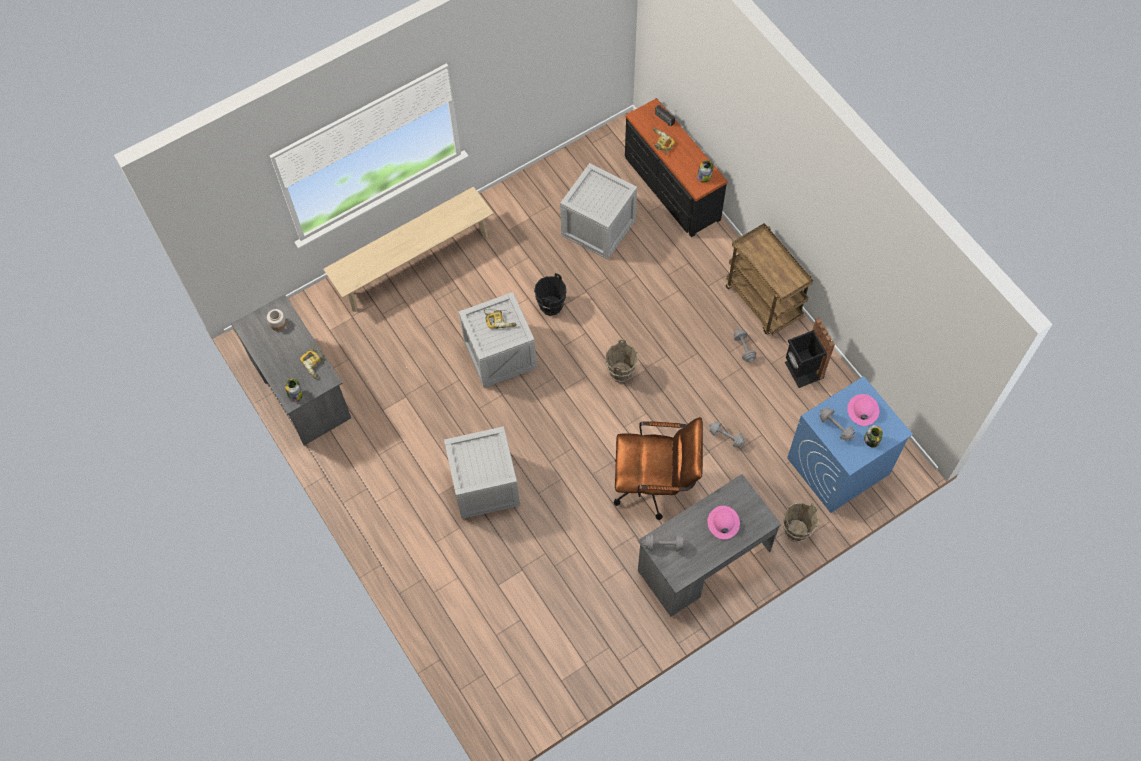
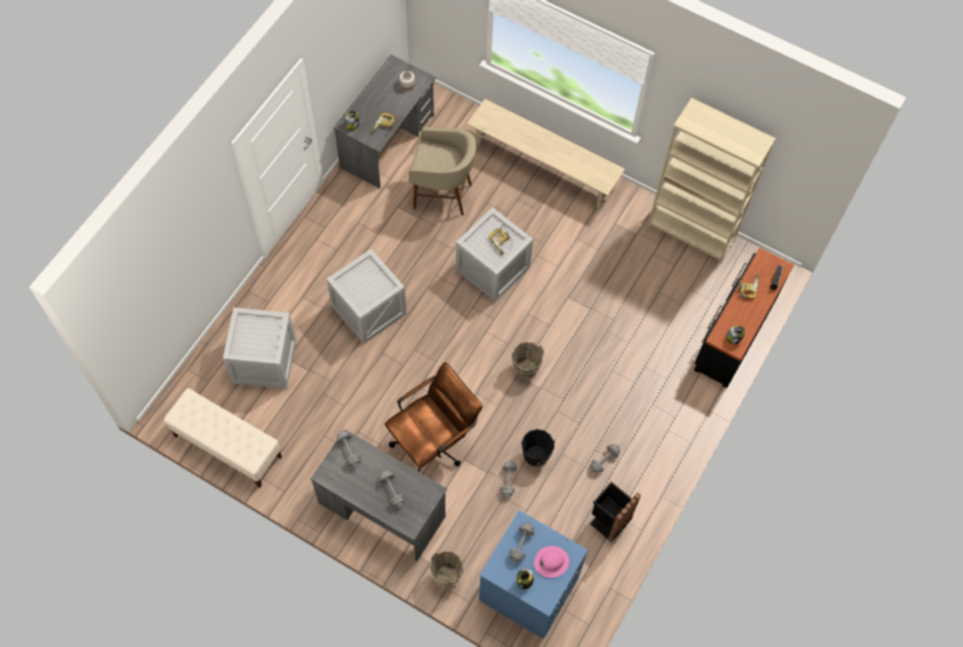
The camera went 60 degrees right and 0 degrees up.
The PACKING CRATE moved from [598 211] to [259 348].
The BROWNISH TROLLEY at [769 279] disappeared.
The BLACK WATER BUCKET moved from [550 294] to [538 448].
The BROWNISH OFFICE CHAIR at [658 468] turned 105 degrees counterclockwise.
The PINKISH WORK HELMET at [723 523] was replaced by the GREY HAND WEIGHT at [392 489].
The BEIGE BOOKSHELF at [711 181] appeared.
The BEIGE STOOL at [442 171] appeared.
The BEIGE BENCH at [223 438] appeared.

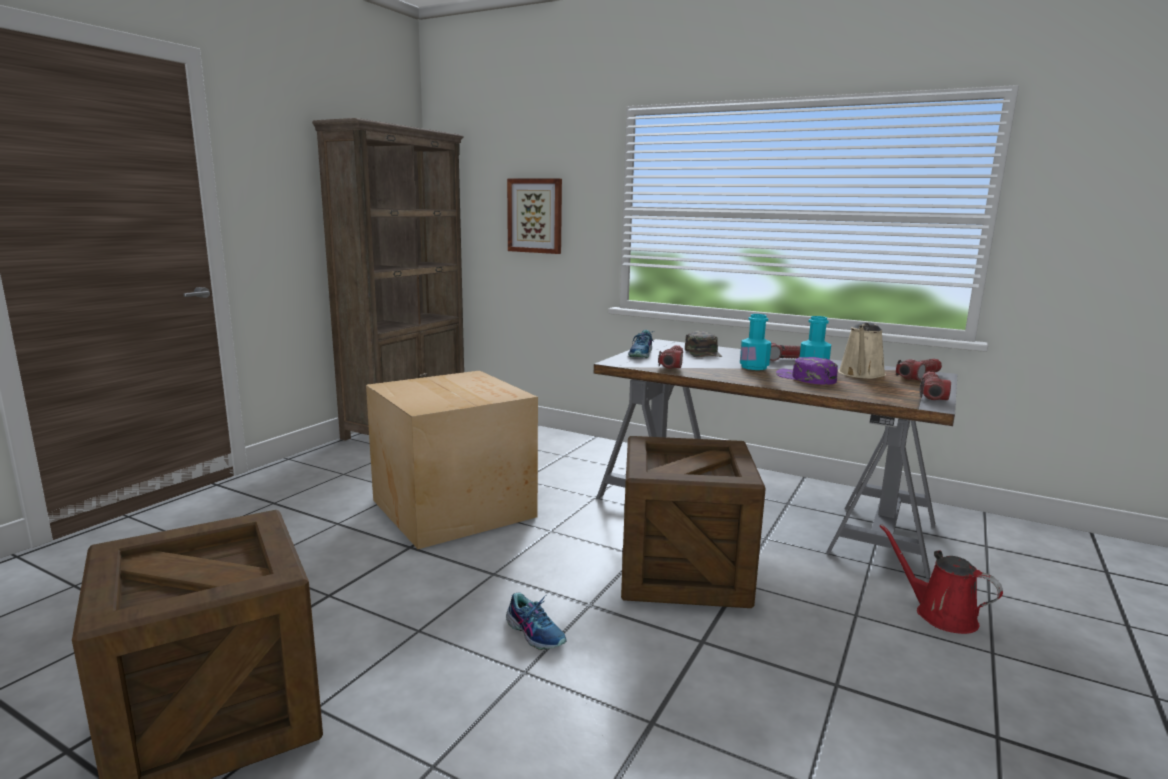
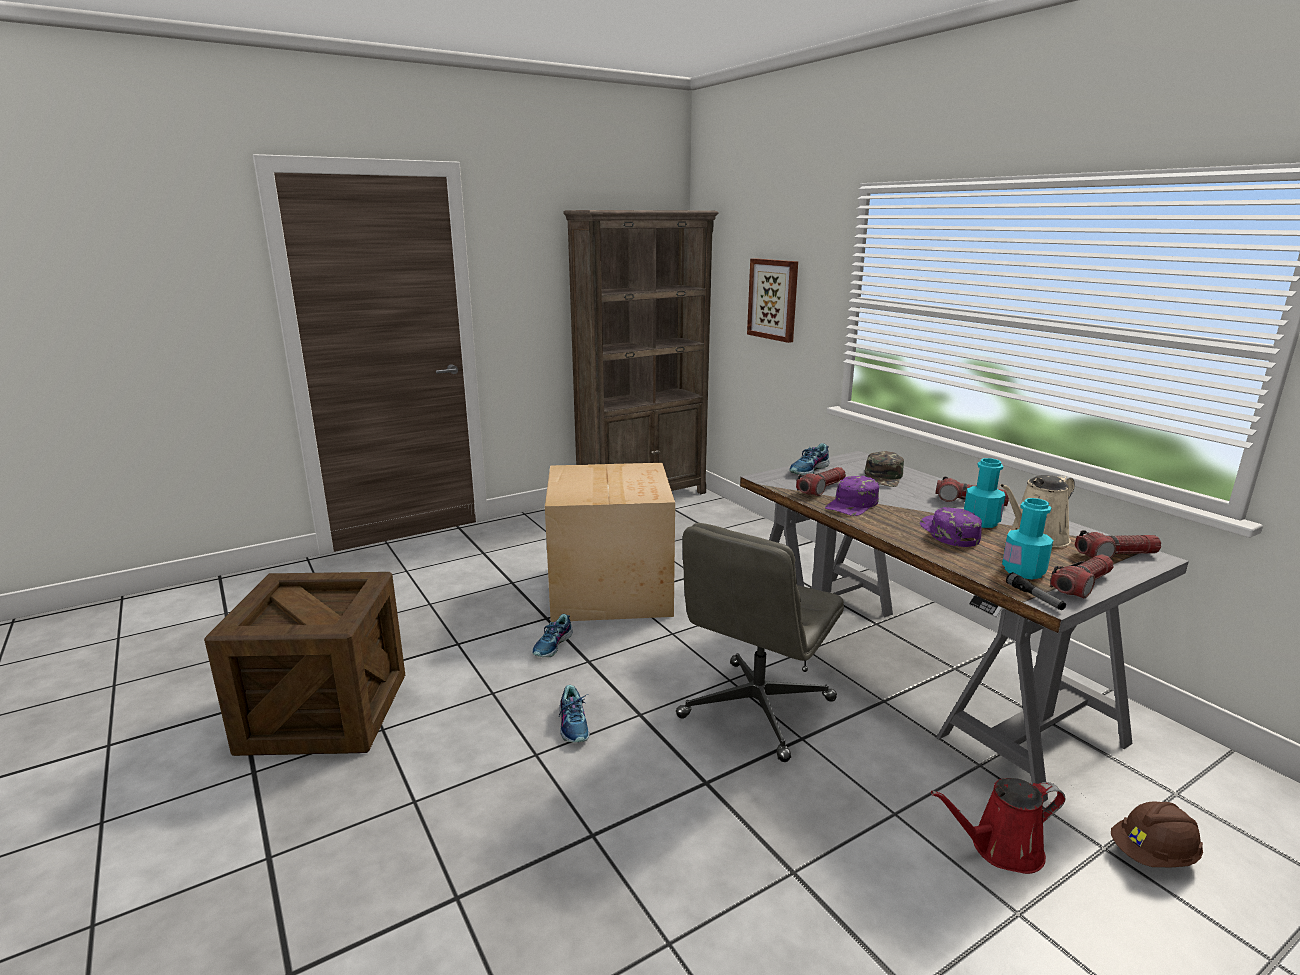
The camera went 30 degrees right and 5 degrees up.
The TURQUOISE-COLOURED BEVERAGE BOTTLE moved from [755 342] to [1027 538].
The PACKING CRATE at [693 522] was replaced by the GREY OFFICE CHAIR at [760 642].
The RED-COLOURED WATERING CAN at [941 579] turned 90 degrees counterclockwise.
The PURPLE-COLOURED BASEBALL CAP at [852 496] appeared.
The FLASHLIGHT at [1036 591] appeared.
The LOW SHOE at [552 635] appeared.
The BROWNISH WORK HELMET at [1157 834] appeared.

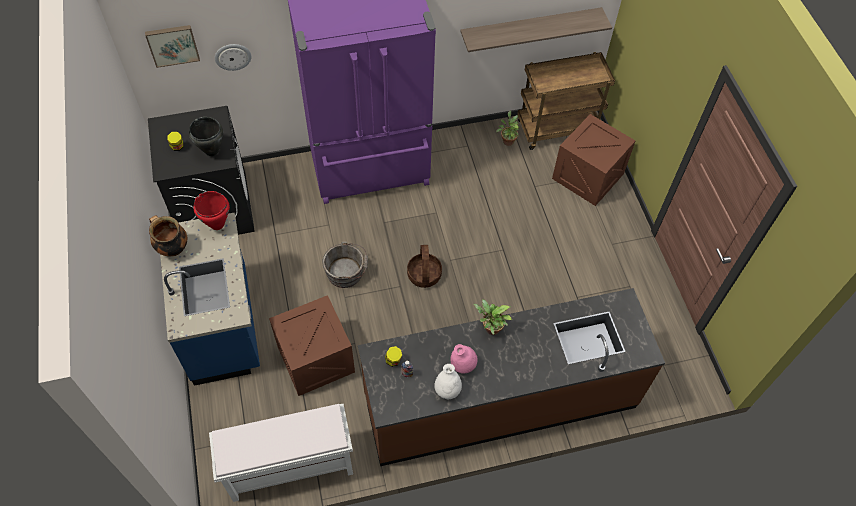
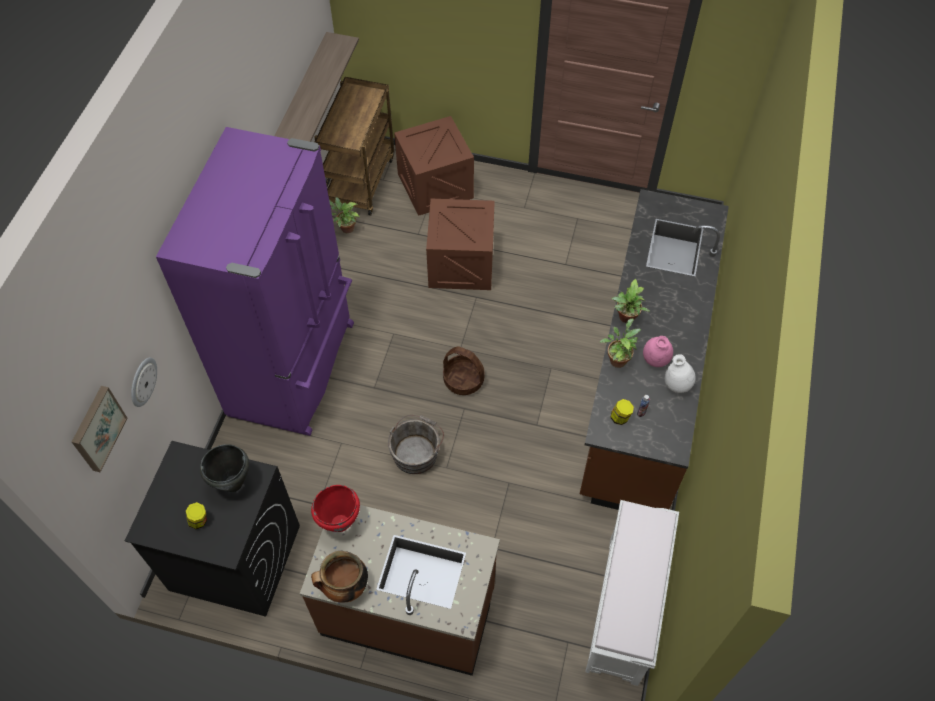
The camera went 60 degrees left and 0 degrees up.
The BLUISH COUNTER at [210 299] became the BROWNISH COUNTER at [400 590].
The PACKING CRATE moved from [312 345] to [460 244].
The HOUSEPLANT at [620 343] appeared.

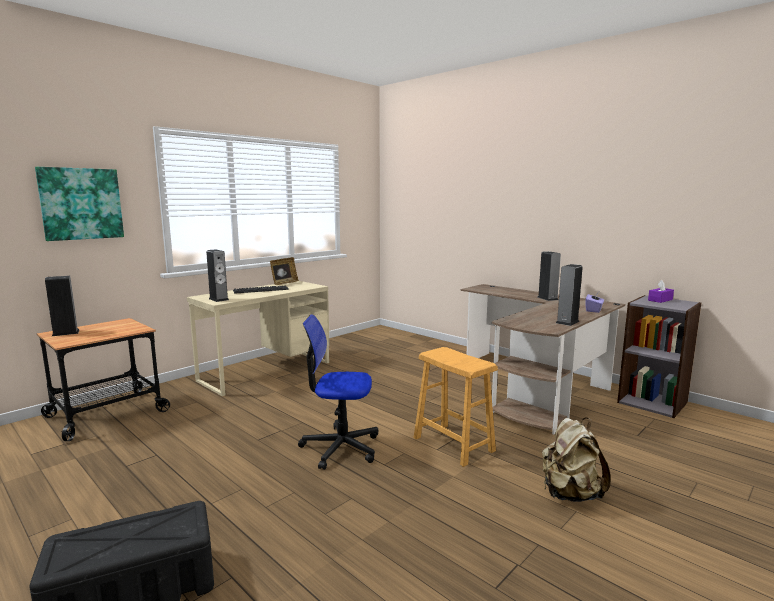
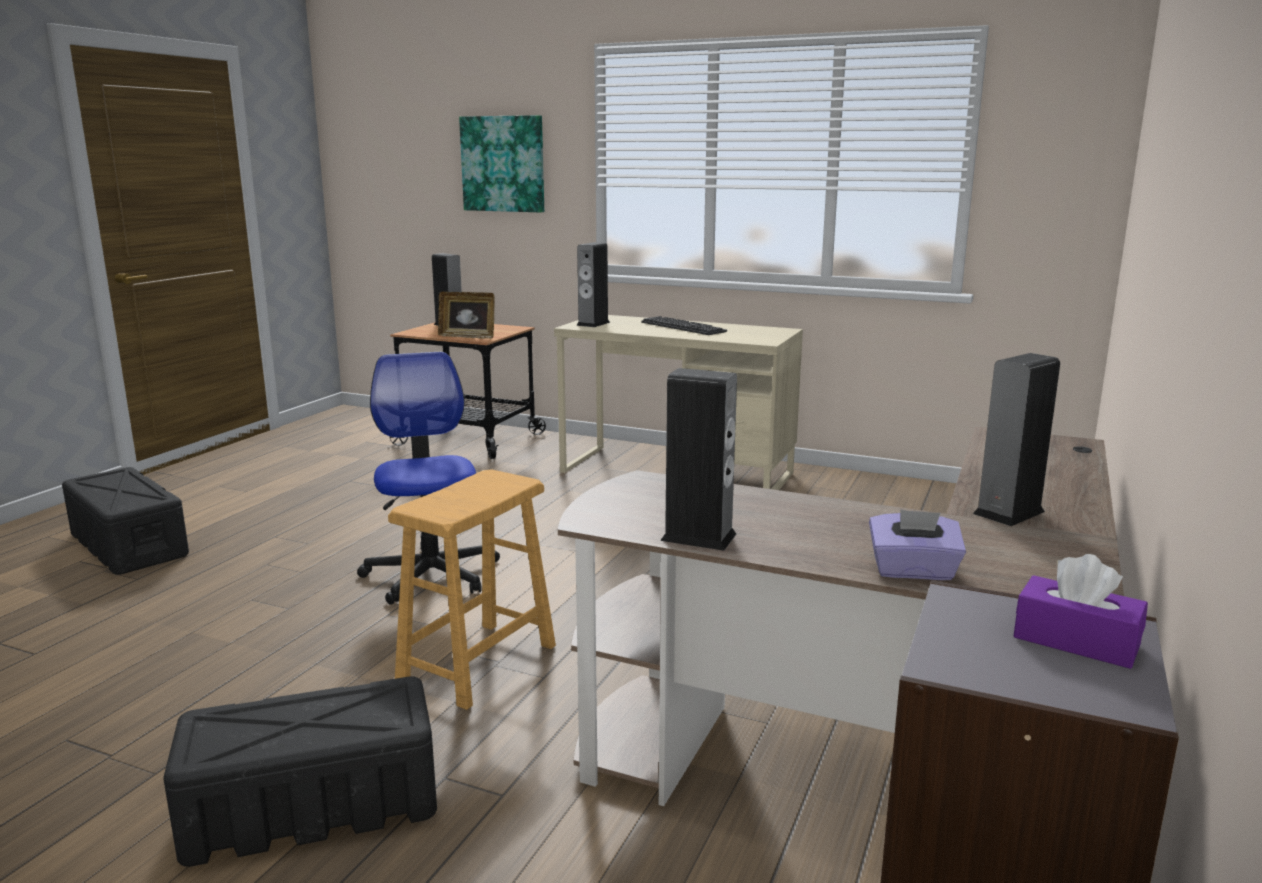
The camera went 70 degrees right and 5 degrees up.
The STANDING FRAME moved from [284 271] to [466 315].
The BEIGE BACKPACK at [576 459] was replaced by the BLACK STORAGE BIN at [300 771].

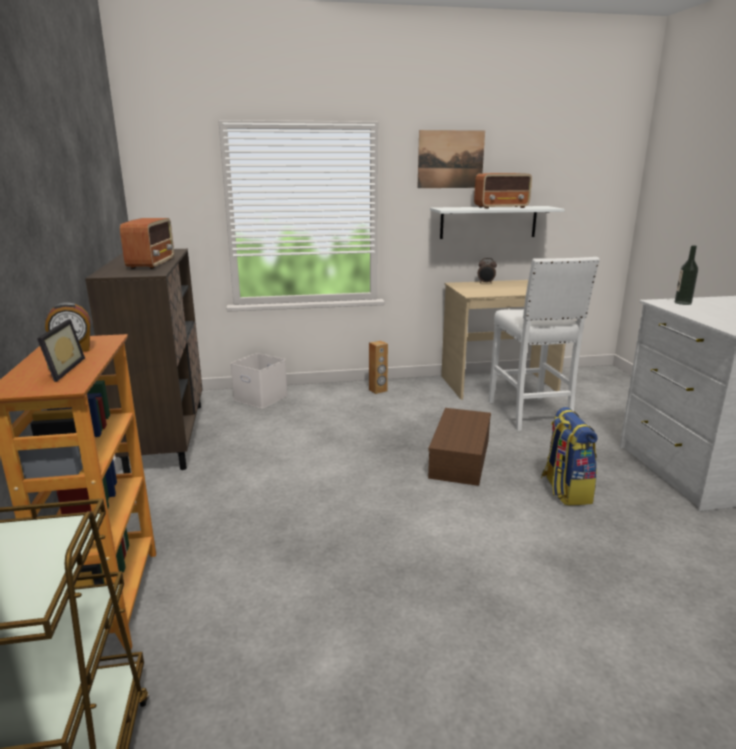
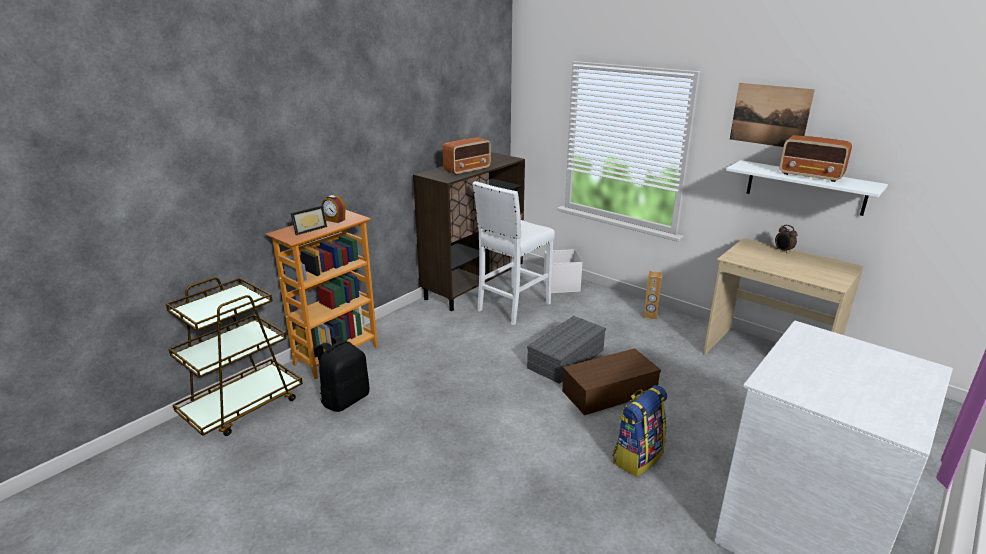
The camera went 50 degrees right and 5 degrees up.
The BEVERAGE BOTTLE at [686 275] disappeared.
The WHITISH STOOL moved from [544 344] to [513 253].
The GREY STORAGE BIN at [566 350] appeared.
The BLACK BACKPACK at [343 374] appeared.

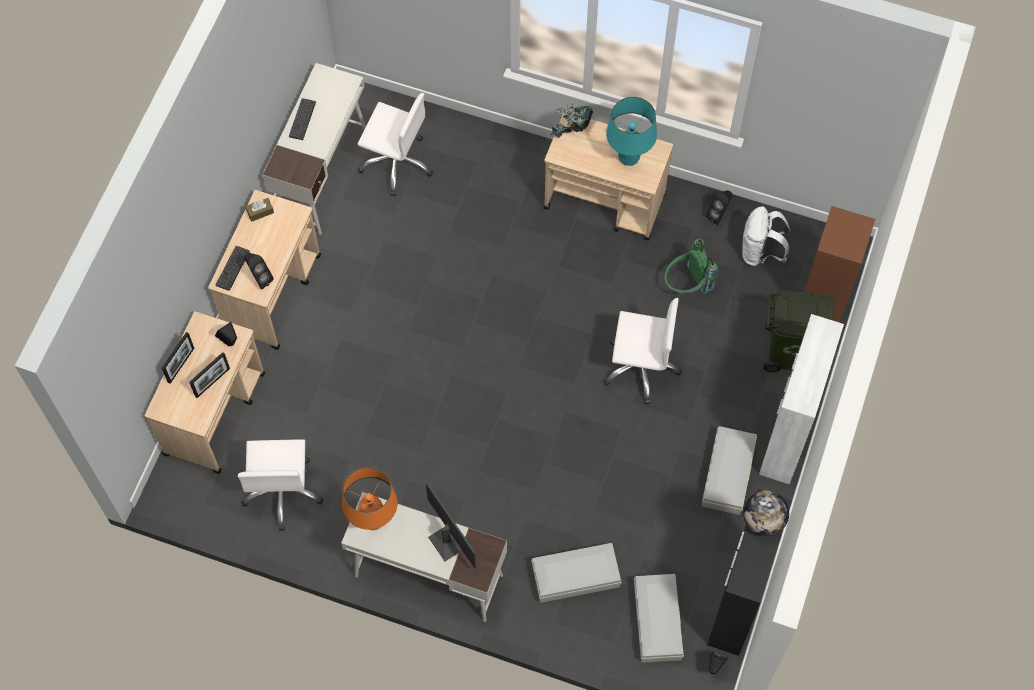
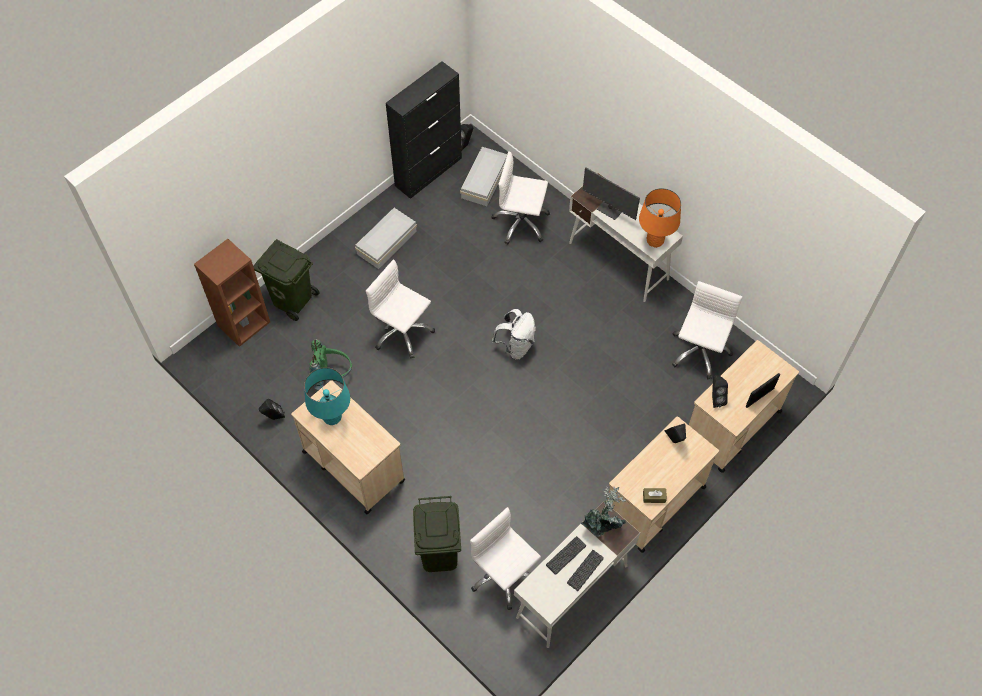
The camera went 155 degrees left and 5 degrees down.
The HOUSEPLANT moved from [571 120] to [603 512].
The WHITISH BACKPACK moved from [766 236] to [514 334].
The KEYBOARD moved from [233 268] to [566 555].
The WHITISH CABINET at [801 399] disappeared.
The STANDING FRAME at [209 375] disappeared.
The MONITOR at [451 525] turned 45 degrees counterclockwise.
The GLOBE at [766 513] disappeared.
The WHITISH STORAGE BIN at [576 573] was replaced by the WHITISH OFFICE CHAIR at [520 197].
The GREENISH RUBBISH BIN at [437 534] appeared.

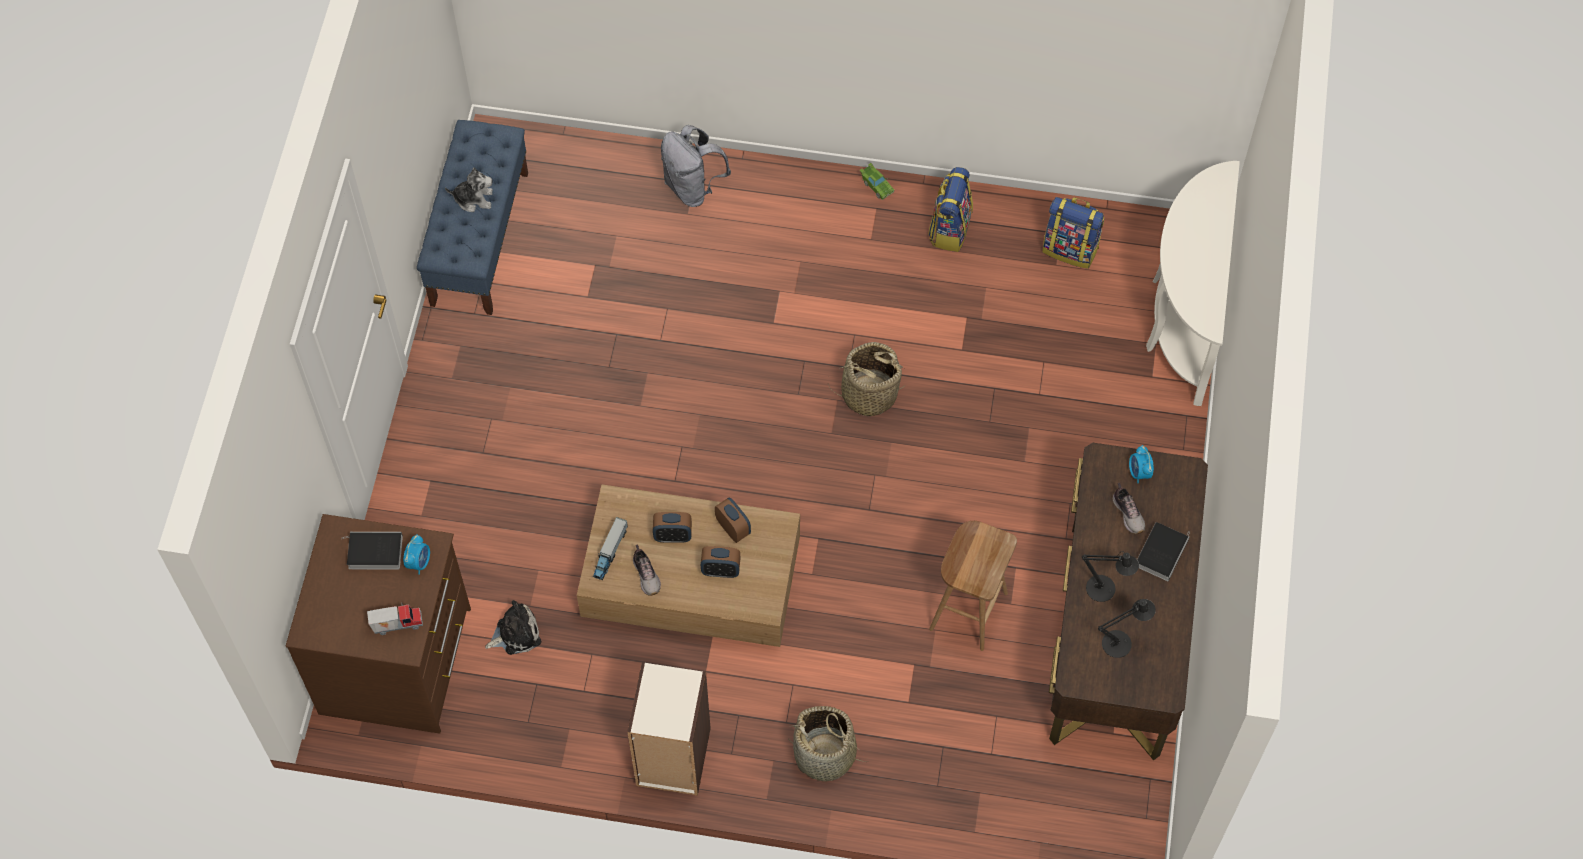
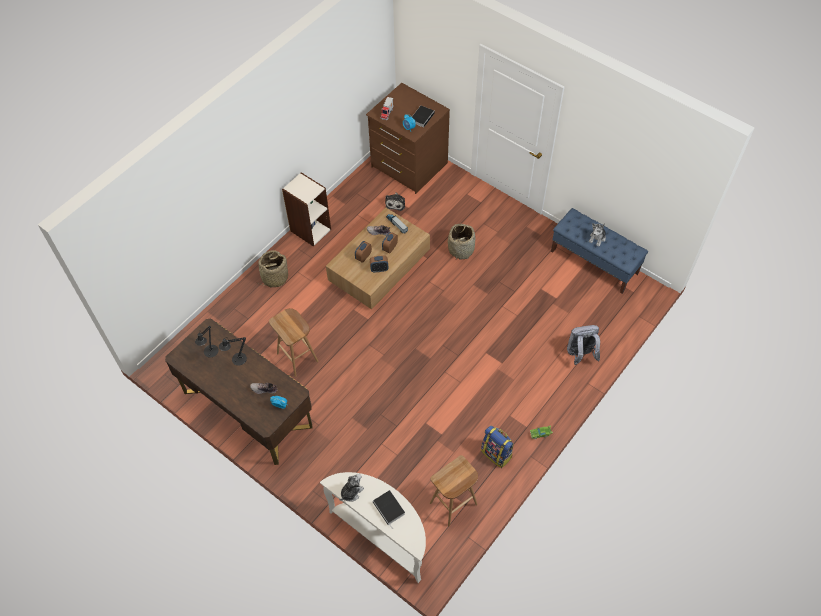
The camera went 120 degrees right and 5 degrees down.
The BACKPACK at [1073 233] was replaced by the BROWNISH STOOL at [454 490].
The BASKET moved from [867 379] to [461 242].
The BOUND BOOK moved from [1163 551] to [389 508].
The CUDDLY TOY at [351 488] appeared.

